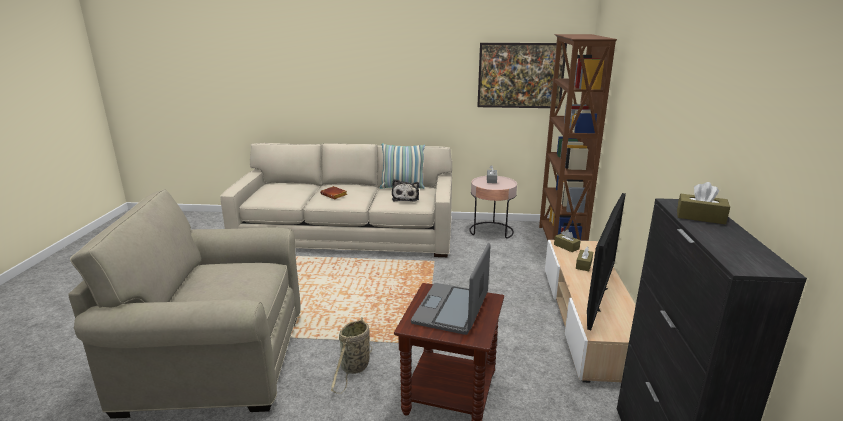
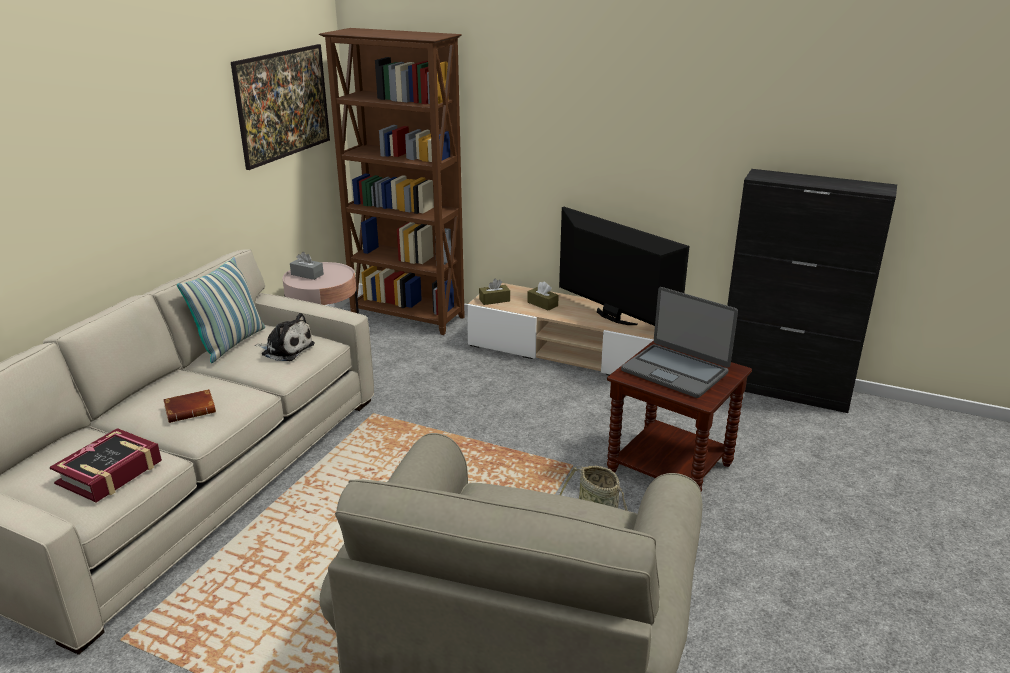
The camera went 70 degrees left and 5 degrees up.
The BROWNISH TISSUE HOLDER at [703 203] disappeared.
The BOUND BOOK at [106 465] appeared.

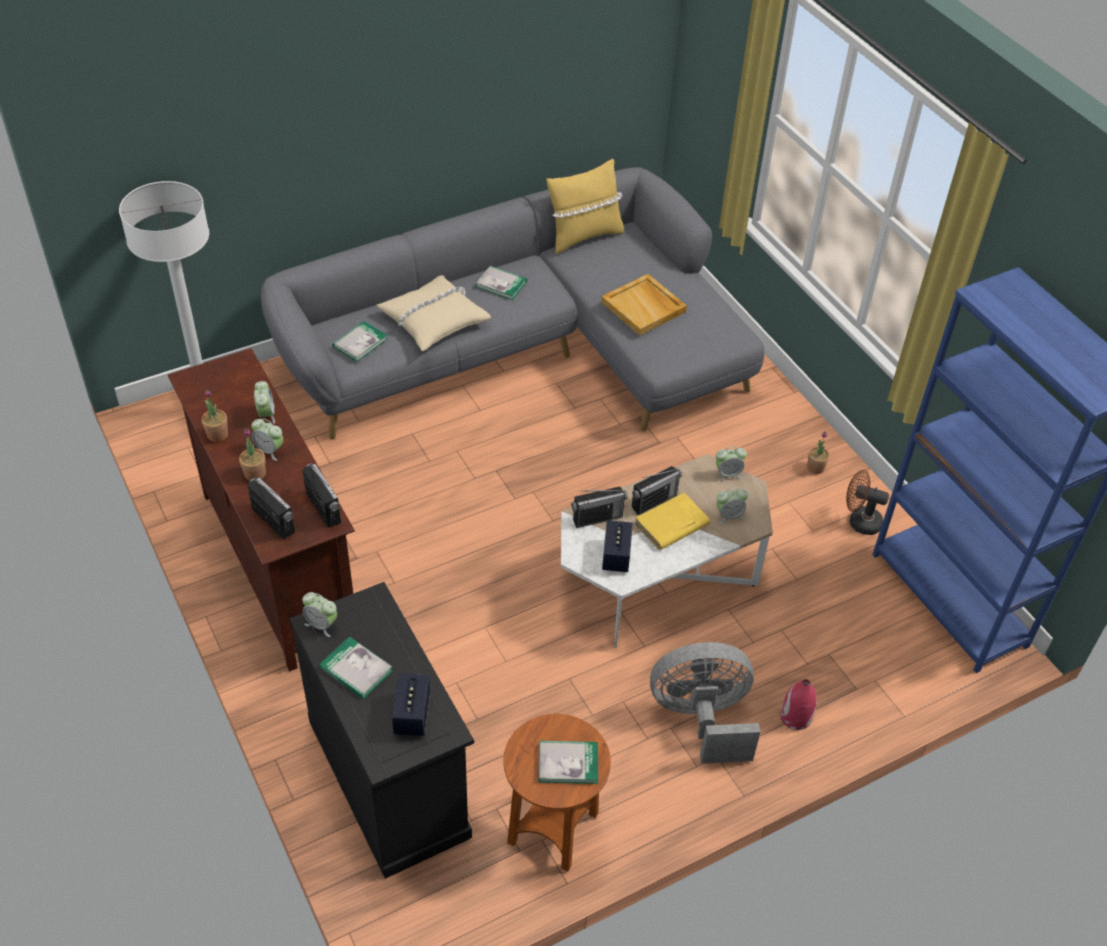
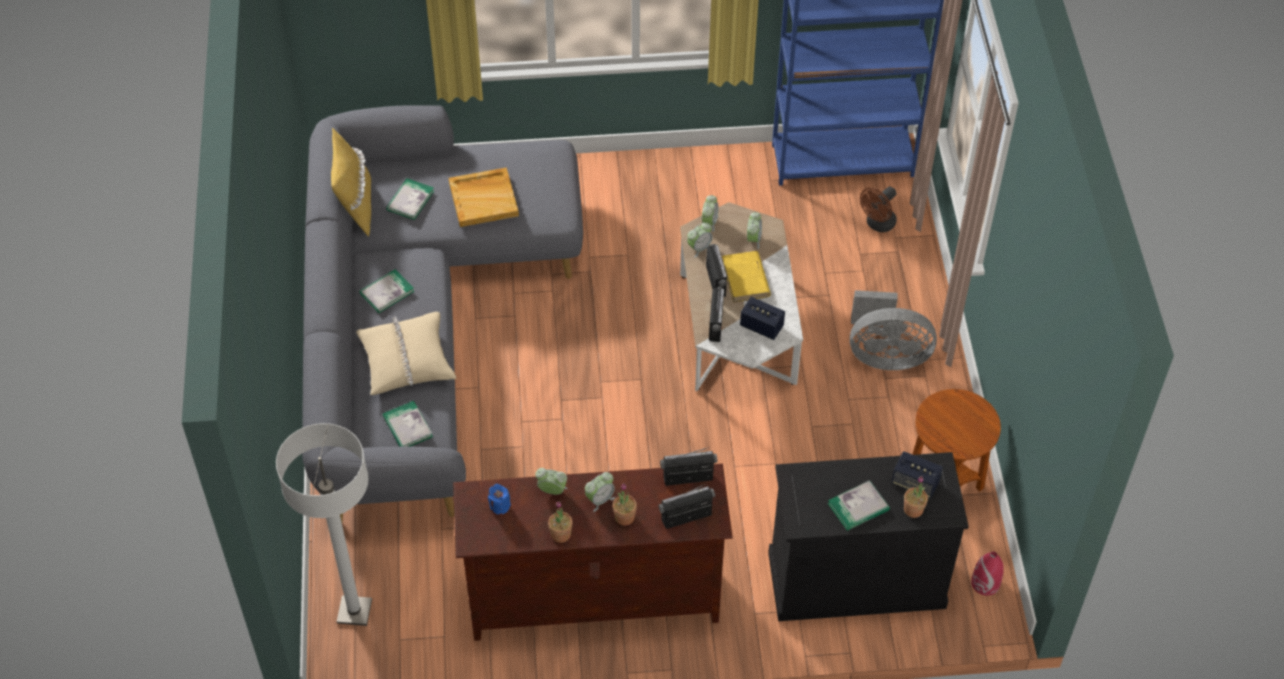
The camera went 65 degrees left and 5 degrees up.
The HOUSEPLANT moved from [818 452] to [916 497].
The BROWNISH ELECTRIC FAN moved from [867 502] to [878 209].
The BEDSIDE CLOCK moved from [319 614] to [700 240].
The GREY ELECTRIC FAN at [705 703] turned 105 degrees counterclockwise.
The RED-COLOURED FLOWER VASE moved from [798 704] to [987 573].
The BOUND BOOK moved from [568 762] to [410 199].
The BLUISH WAX LIGHT at [499 499] appeared.

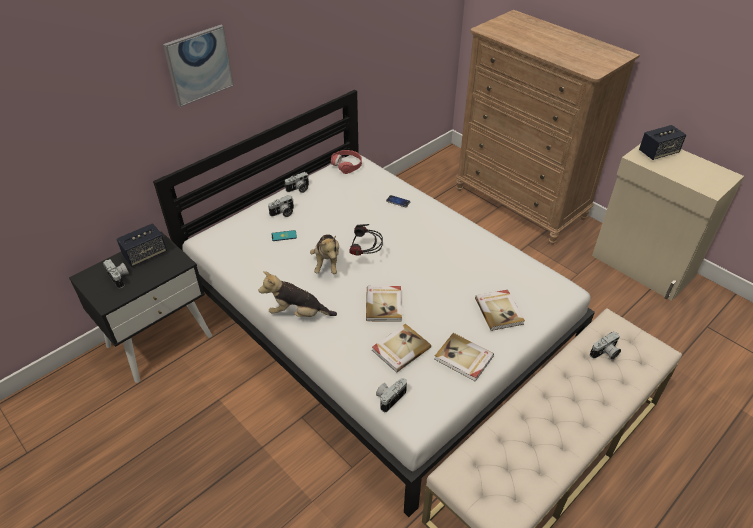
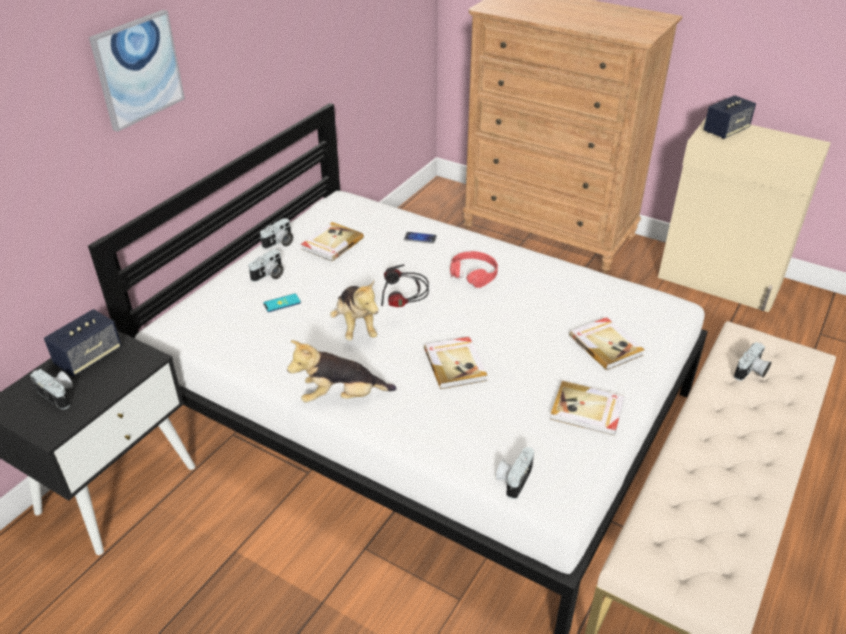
The camera went 15 degrees left and 5 degrees down.
The RED-COLOURED HEADSET moved from [346 162] to [474 269].
The BOUND BOOK moved from [401 348] to [332 242].

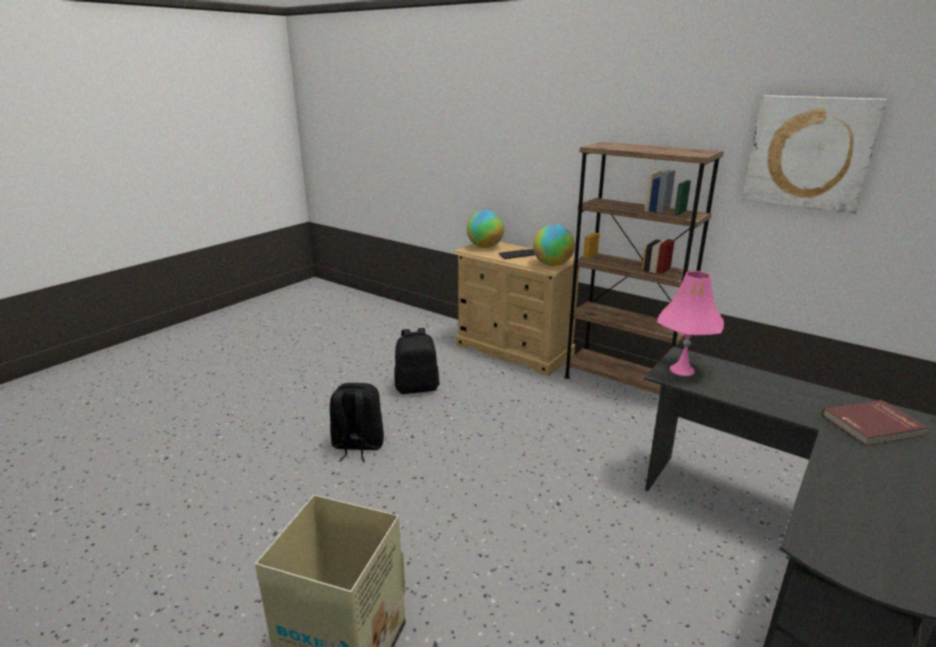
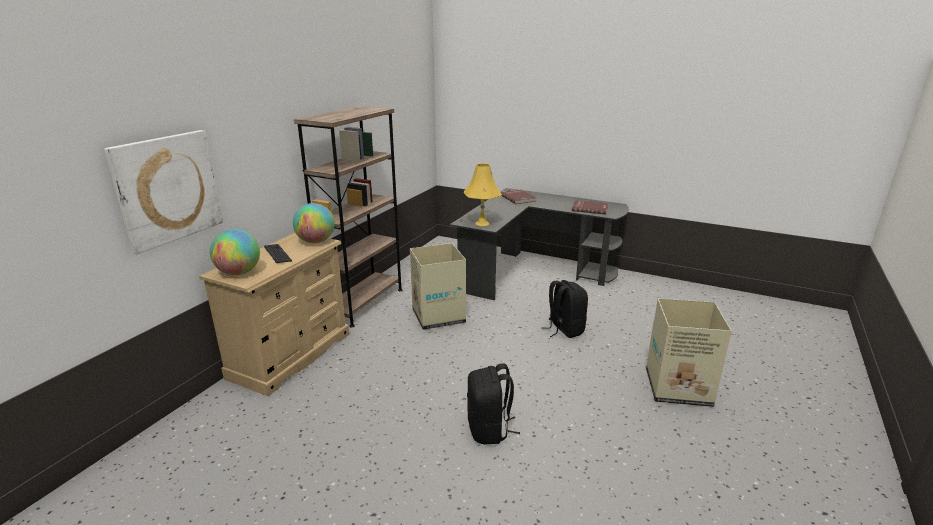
The camera went 100 degrees left and 0 degrees up.
The PICTURE moved from [814 154] to [163 192].
The PINKISH LAMP FOR A TABLE at [690 323] became the YELLOW LAMP FOR A TABLE at [483 194].
The BLACK BACKPACK moved from [417 361] to [565 309].
The RED-COLOURED BOUND BOOK at [590 207] appeared.
The PACKING BOX at [438 286] appeared.

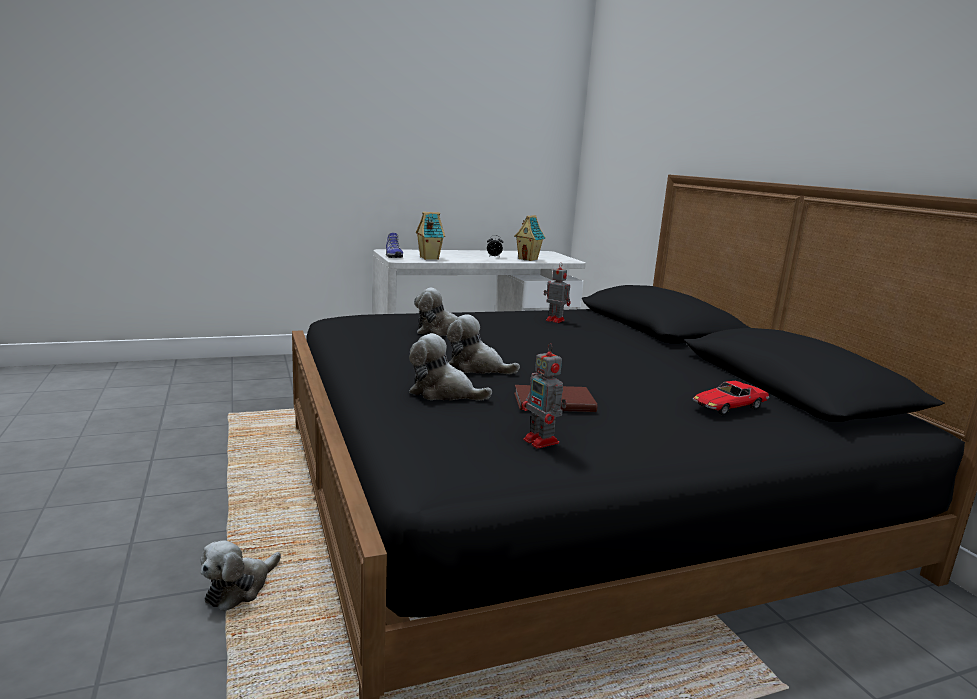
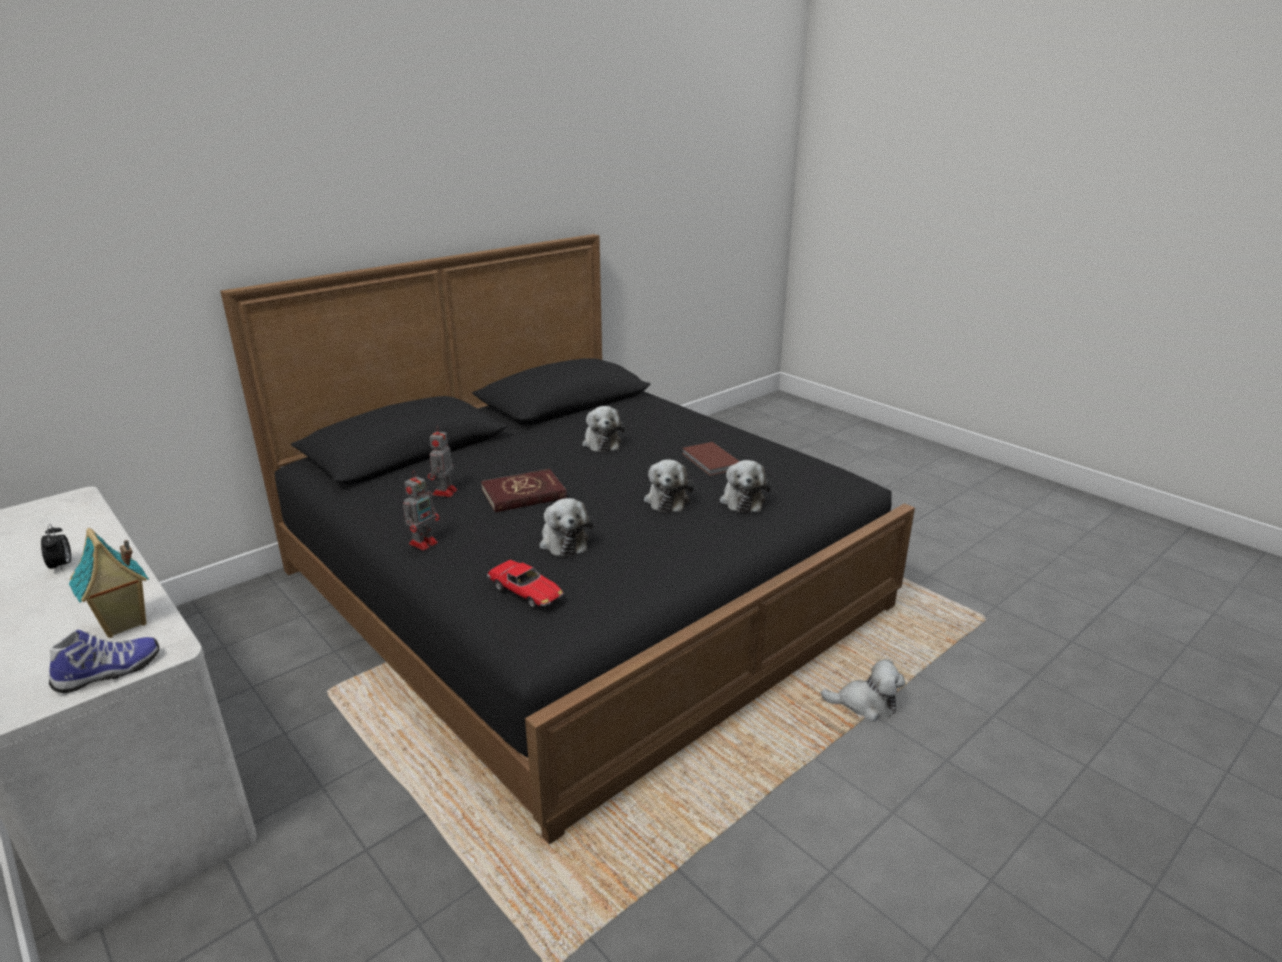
The camera went 110 degrees left and 10 degrees up.
The TOY HOUSE at [530 238] disappeared.
The TOY ROBOT moved from [544 396] to [421 511].
The MODEL CAR moved from [731 398] to [525 584].
The CUDDLY TOY at [603 429] appeared.
The RED-COLOURED BOUND BOOK at [524 490] appeared.

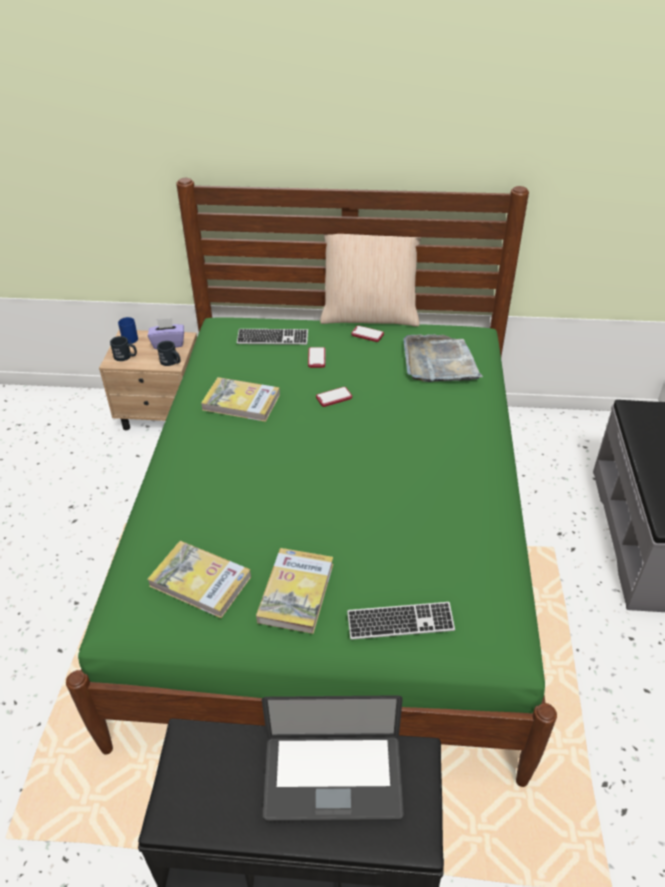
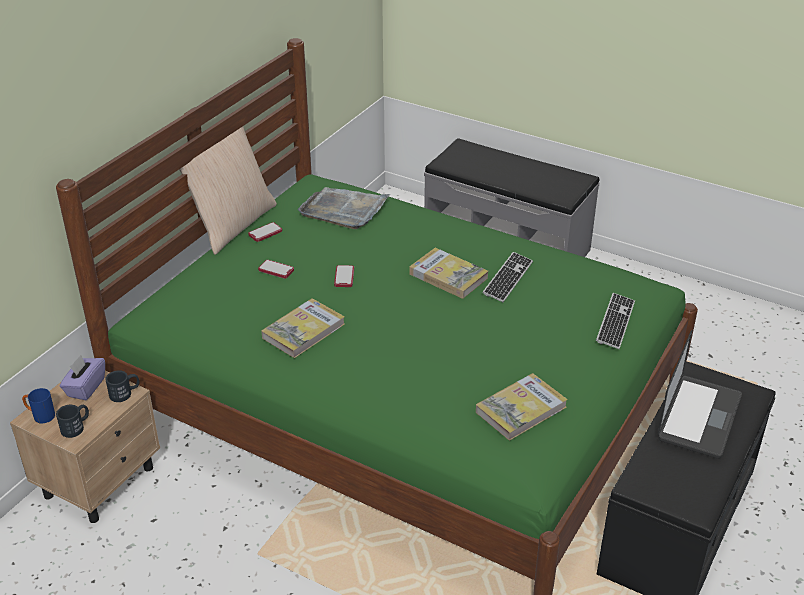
The camera went 65 degrees left and 5 degrees down.
The KEYBOARD moved from [272 337] to [508 277].
The BOUND BOOK moved from [294 591] to [448 273].

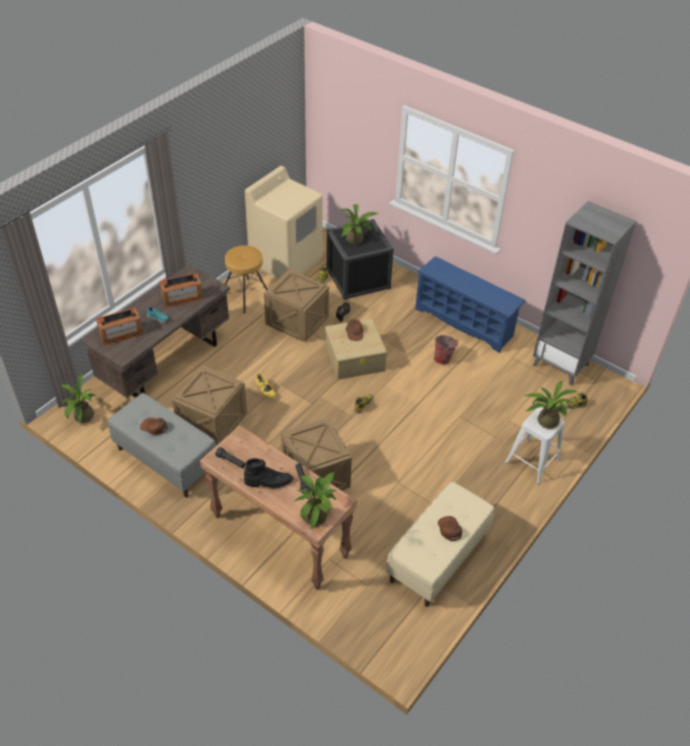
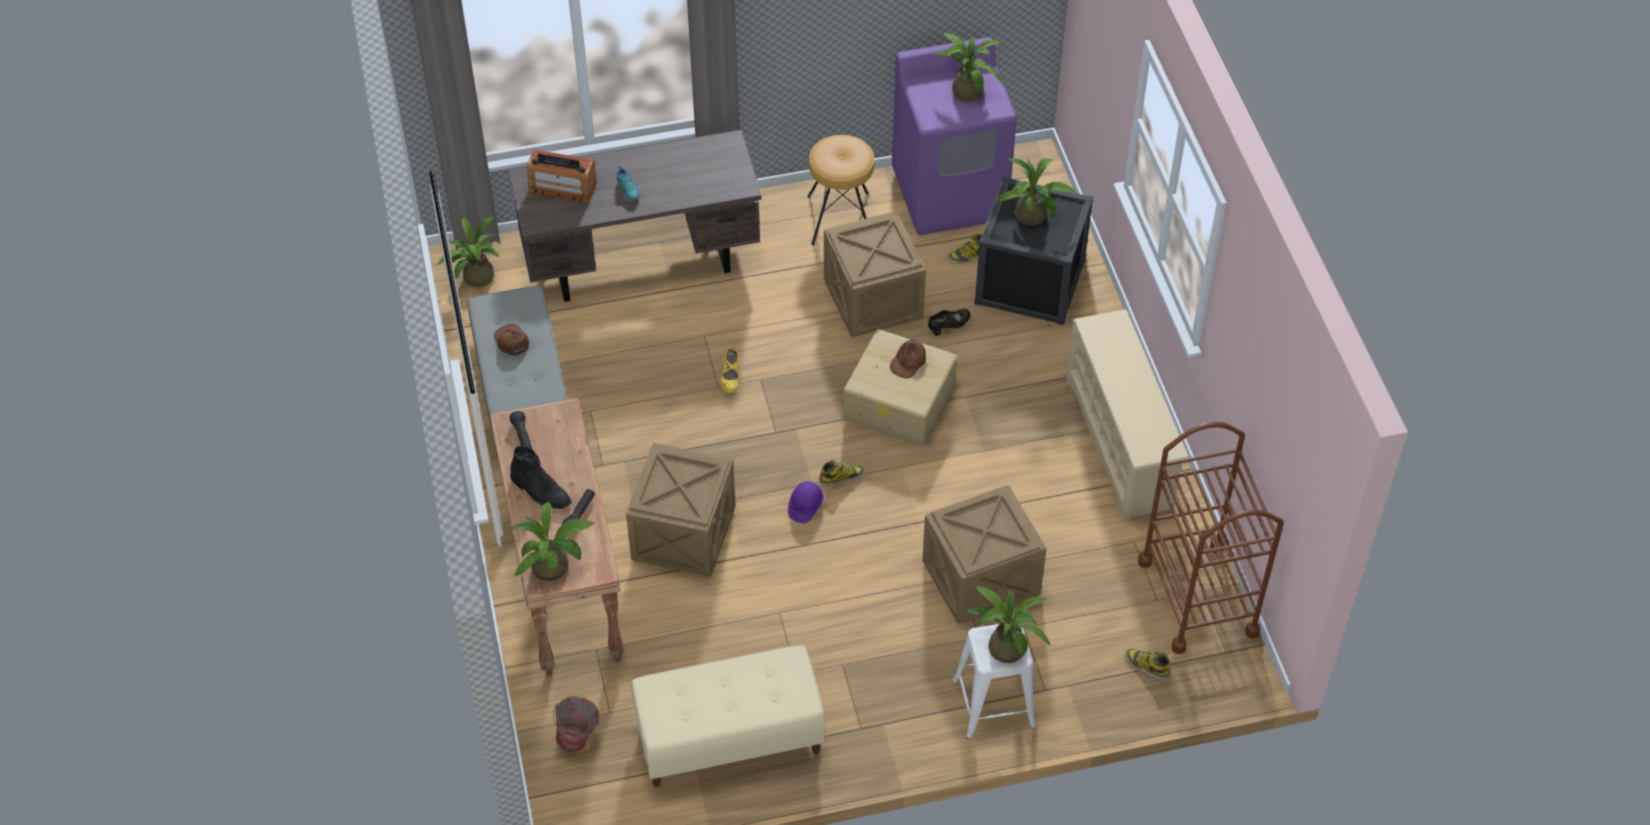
The camera went 40 degrees right and 5 degrees up.
The BEIGE LAUNDRY APPLIANCE at [284 222] became the PURPLE-COLOURED LAUNDRY APPLIANCE at [954 136].
The GREY BOOKSHELF at [584 293] was replaced by the BROWNISH TROLLEY at [1211 538].
The BLUISH SHOE STAND at [470 304] became the BEIGE SHOE STAND at [1127 415].
The RADIO SET at [181 290] disappeared.
The WATER BUCKET moved from [446 349] to [576 724].
The PACKING CRATE moved from [209 405] to [984 554].
The BROWNISH BASEBALL CAP at [450 528] disappeared.
The HOUSEPLANT at [968 67] appeared.
The PURPLE-COLOURED WORK HELMET at [806 502] appeared.

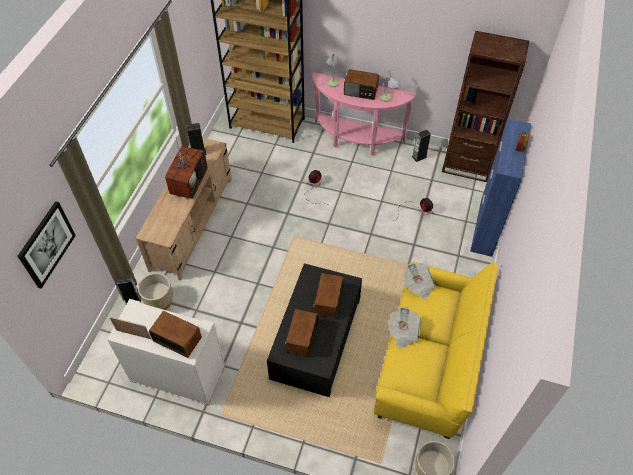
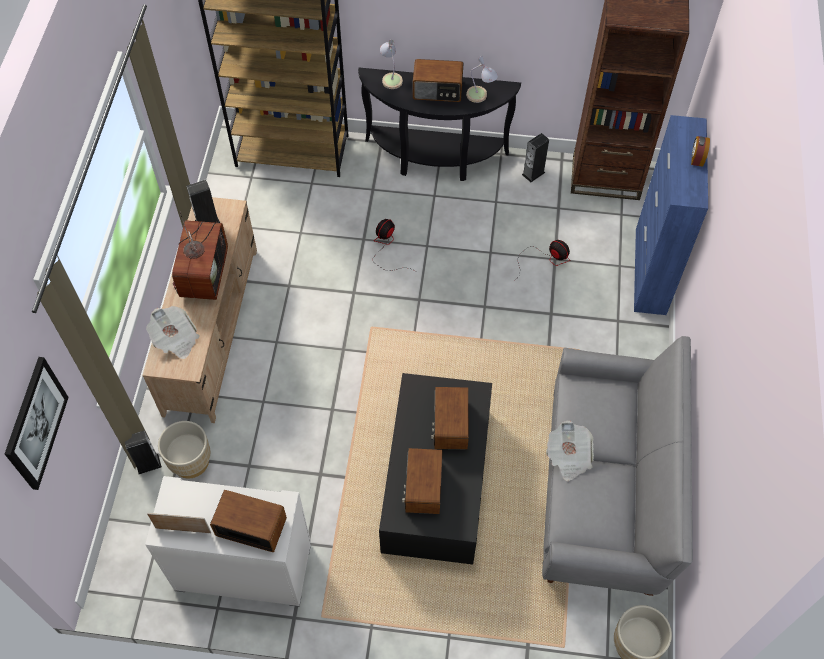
The camera went 10 degrees left and 5 degrees up.
The PINKISH NARROW TABLE at [364 113] became the BLACK NARROW TABLE at [439 124].
The YELLOW COUCH at [436 350] became the GREY COUCH at [617 466].
The PRINTED PAPER moved from [420 281] to [172 332].

